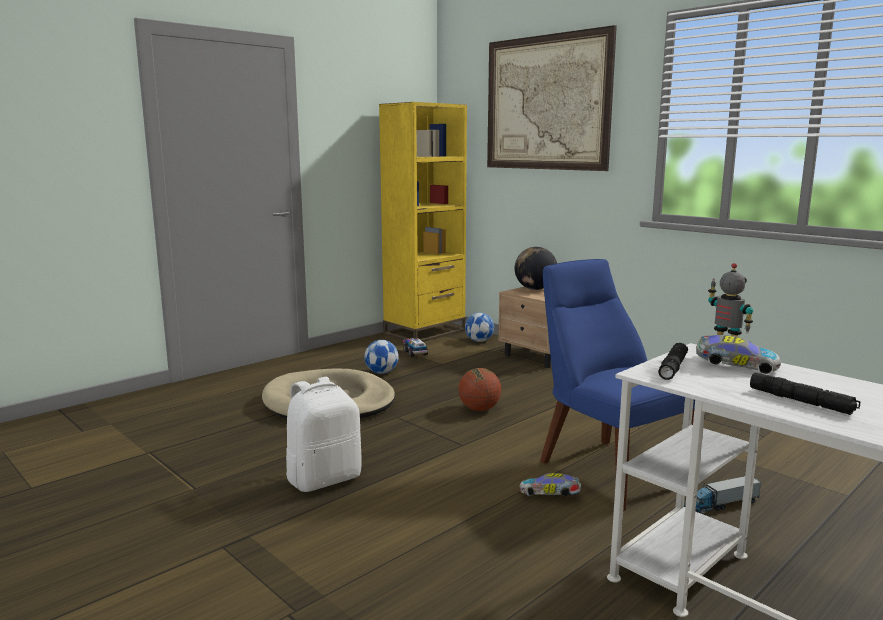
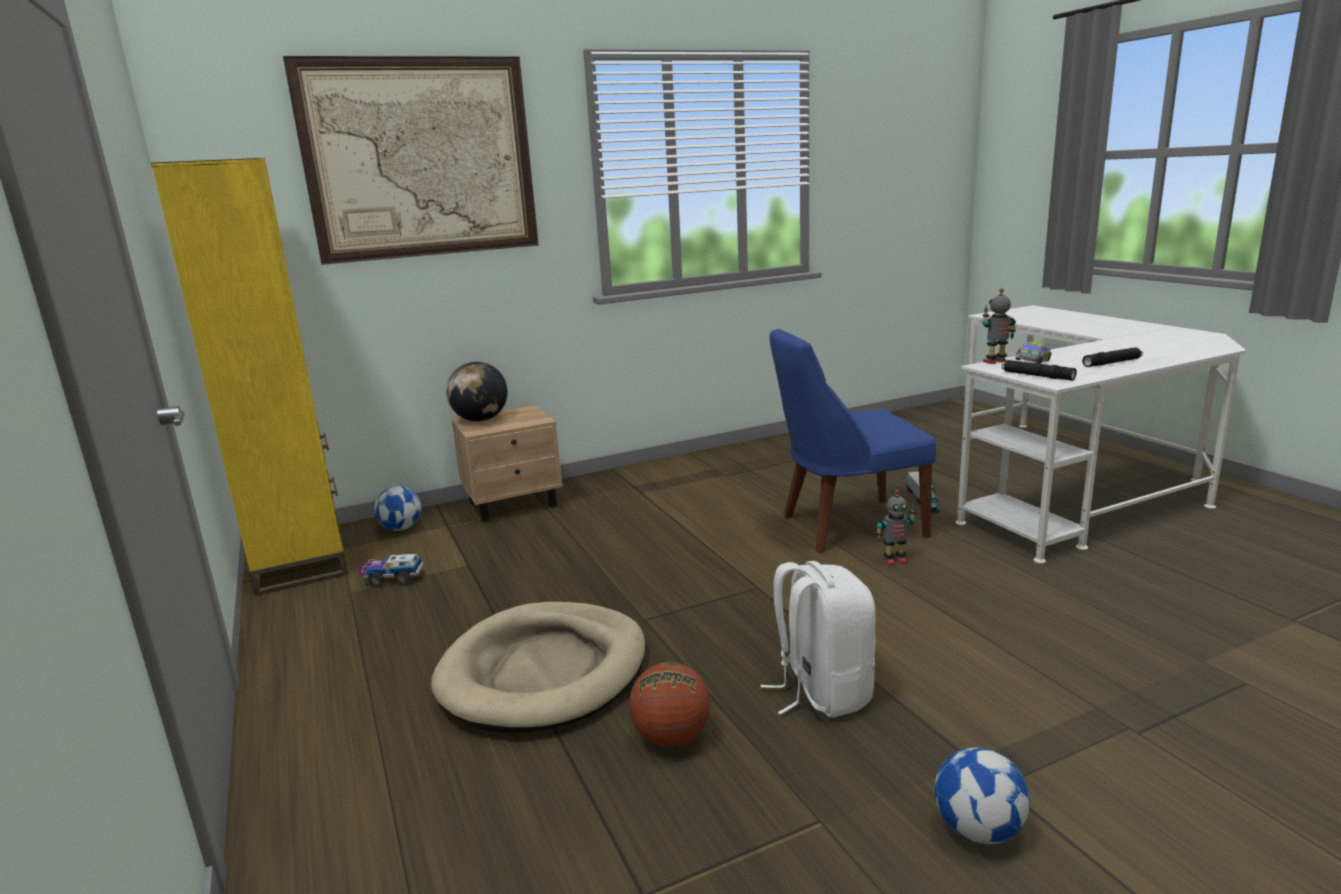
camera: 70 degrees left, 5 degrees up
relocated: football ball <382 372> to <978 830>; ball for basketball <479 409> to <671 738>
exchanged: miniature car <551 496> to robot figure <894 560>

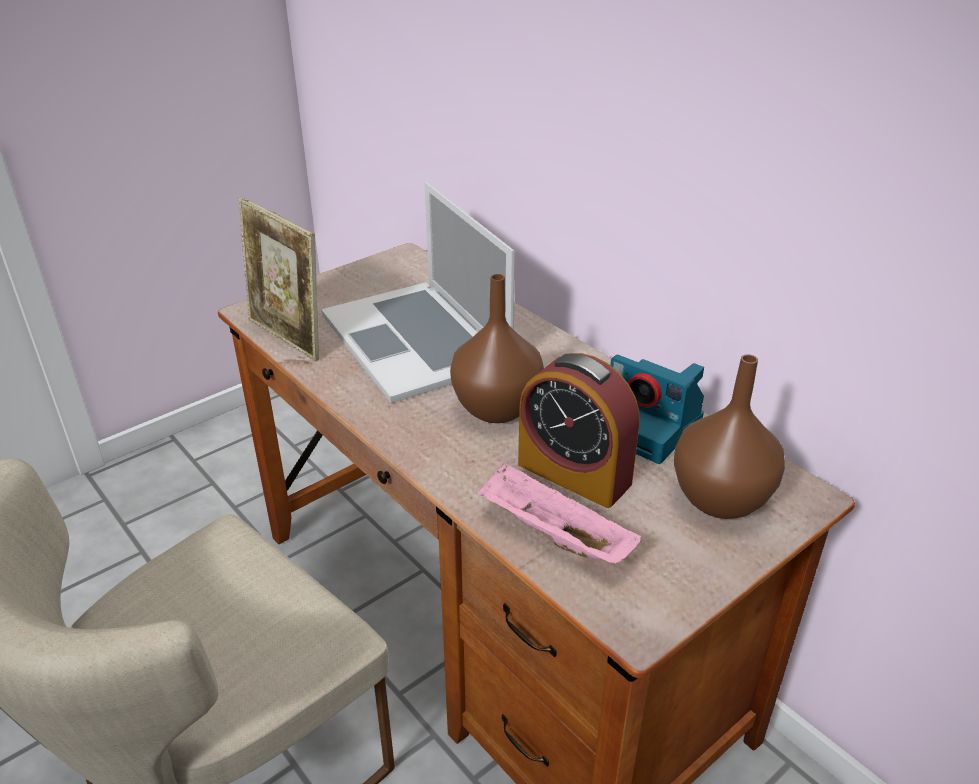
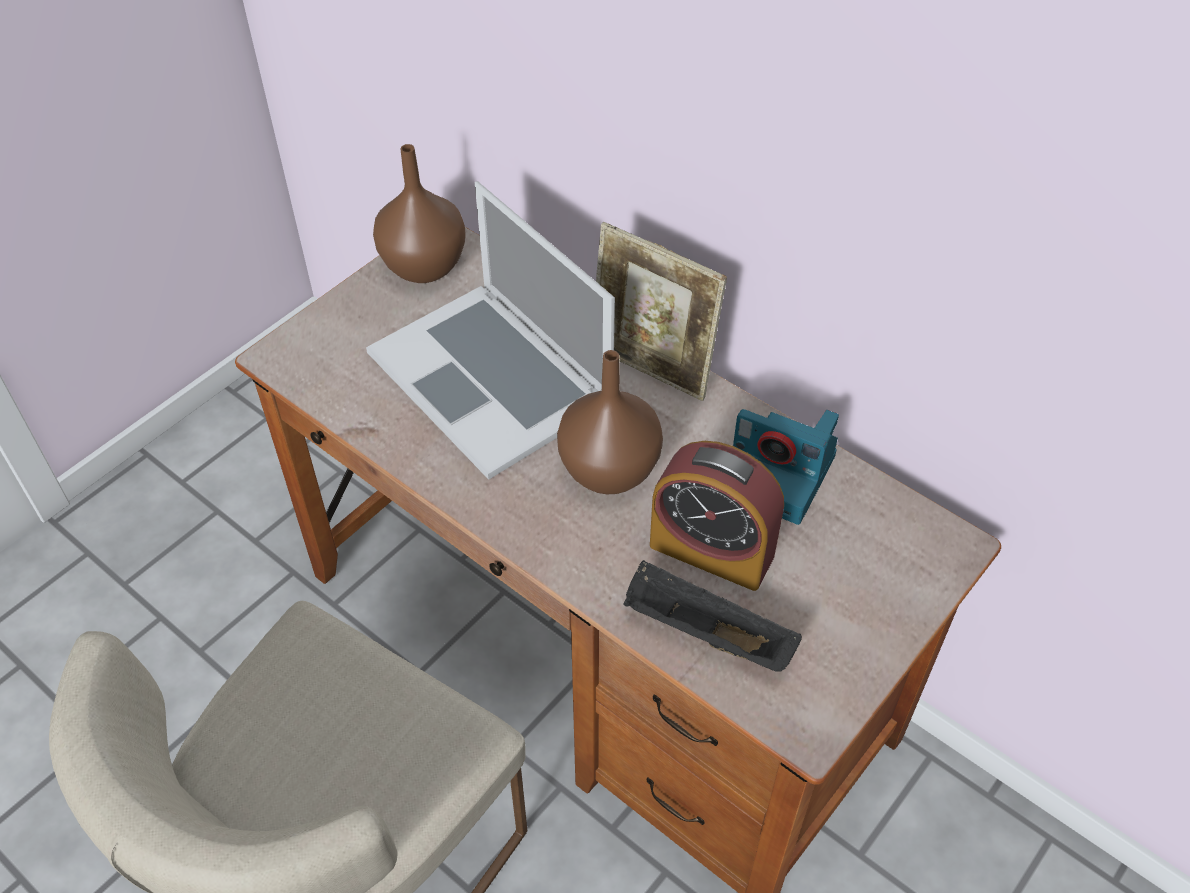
camera: 10 degrees left, 15 degrees up
relocated: photo frame <288 338> to <651 370>; brown-coloured decorative vase <719 501> to <423 268>
colour: pink-coloured serving tray <552 535> to blackish serving tray <704 634>

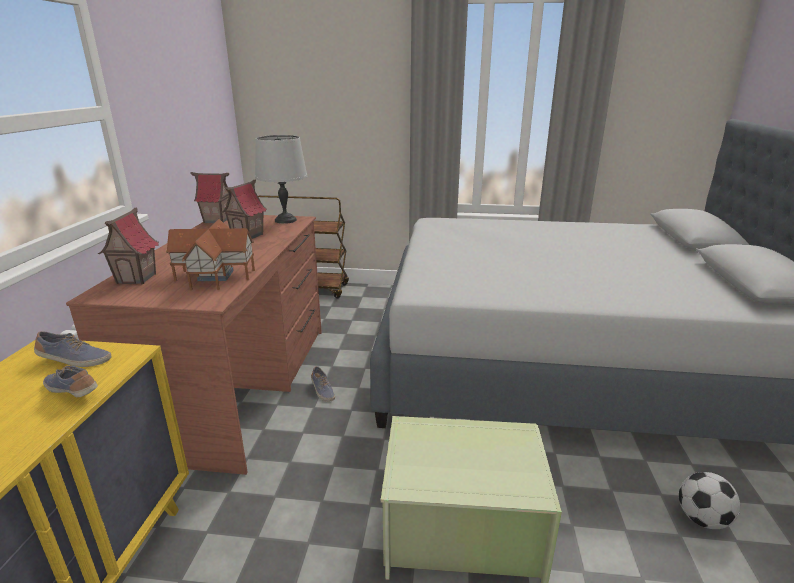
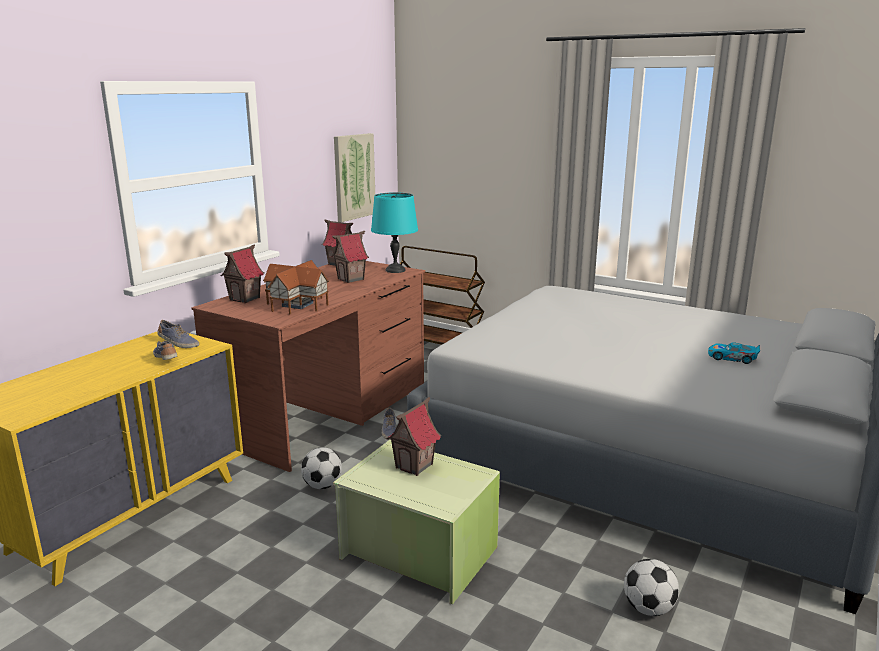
camera: 25 degrees right, 5 degrees down
appeared: wall picture <353 176>; miniature car <732 358>; model house <414 466>; football ball <322 485>
colour: grey table lamp <286 220> to turquoise-coloured table lamp <396 270>

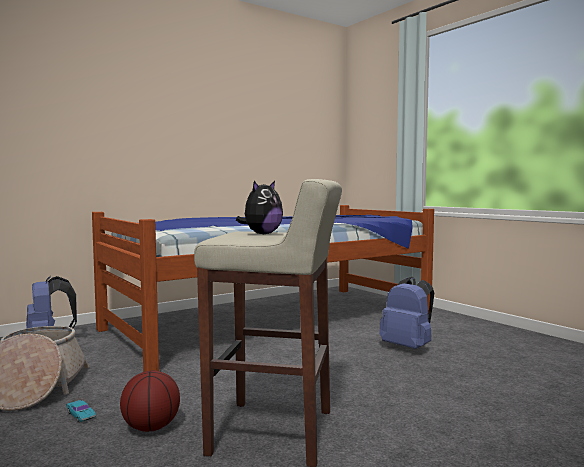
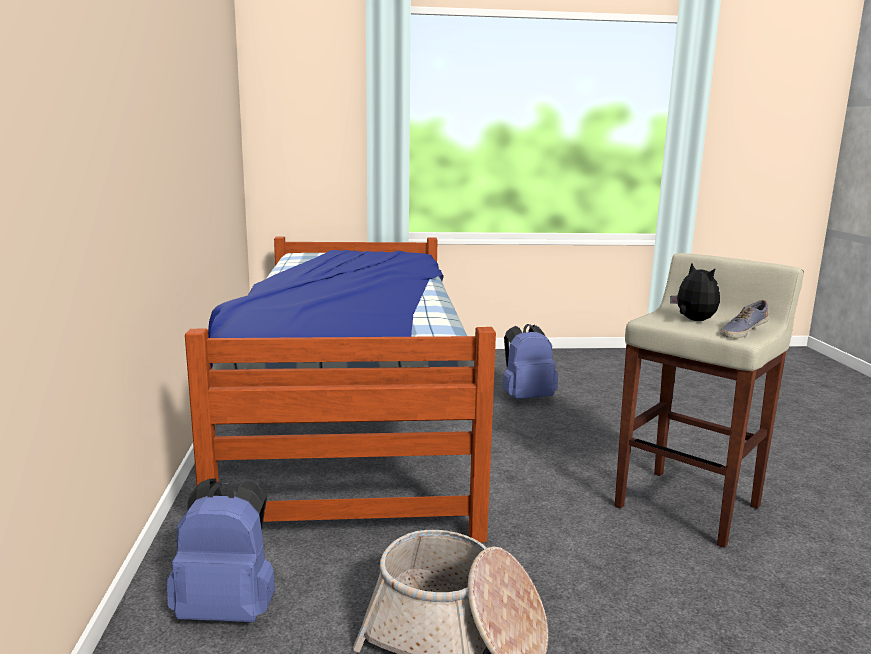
camera: 60 degrees left, 10 degrees up
missing: ball for basketball <151 427>; turquoise-coloured miniature car <81 415>
appeared: item of footwear <742 332>

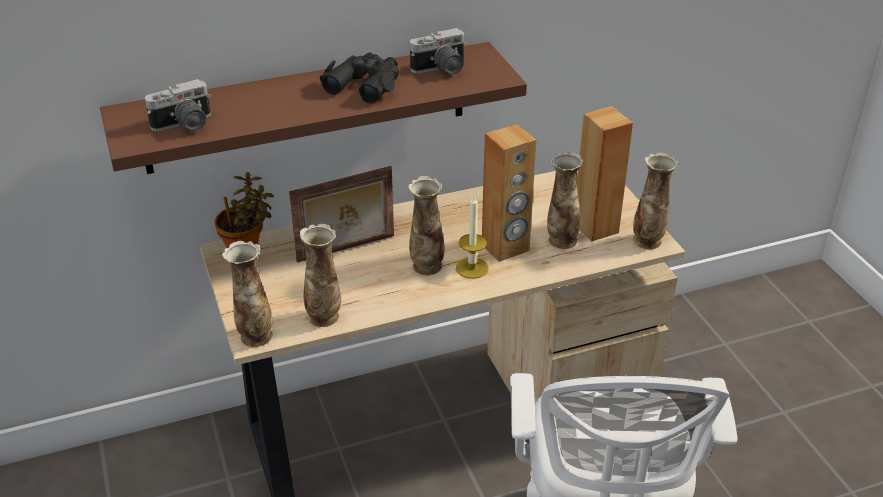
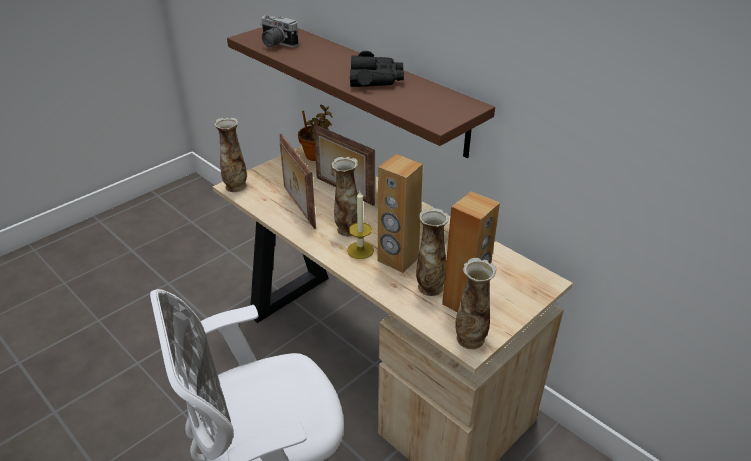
camera: 65 degrees right, 0 degrees up
missing: still camera <441 70>; decorative vase <324 317>
appeared: photo frame <298 207>

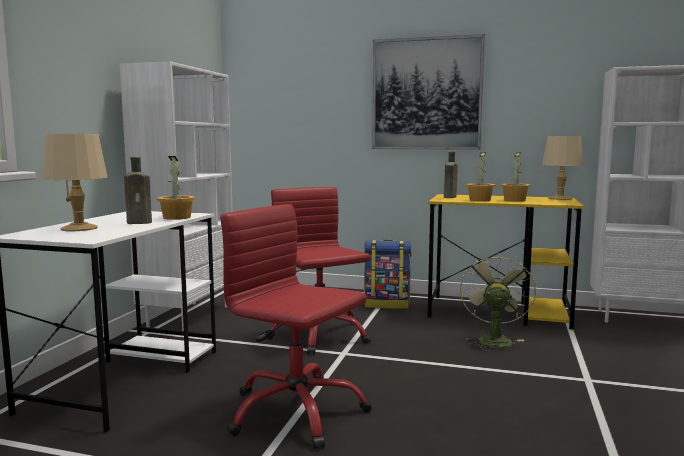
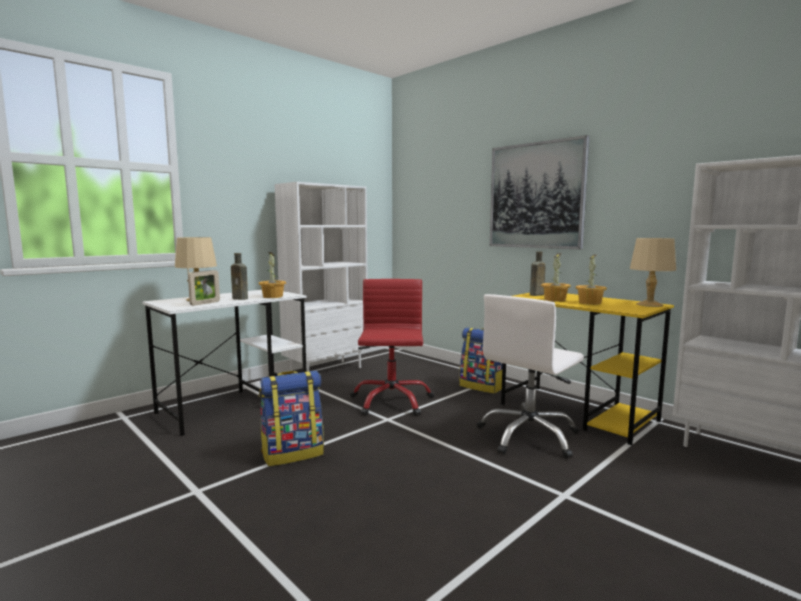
camera: 30 degrees right, 0 degrees up
appeared: photo frame <205 303>
exchanged: red-coloured desk chair <295 412> to knapsack <293 453>; greenish electric fan <493 340> to white desk chair <529 436>

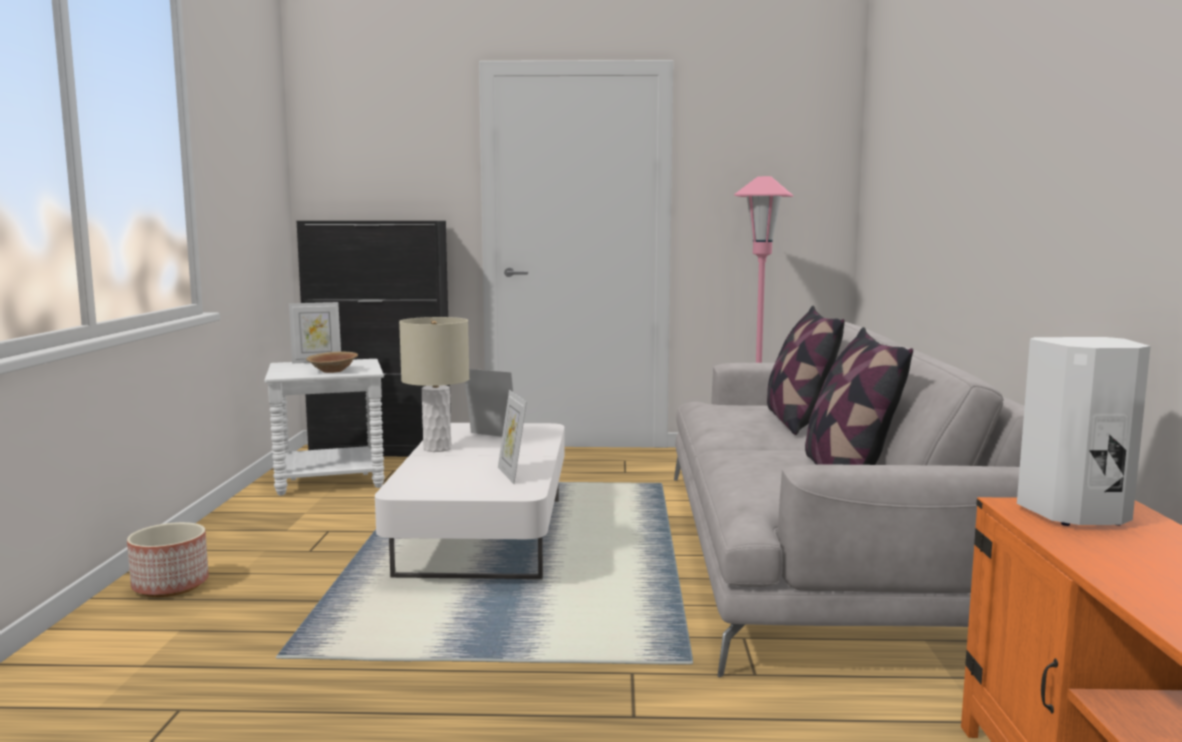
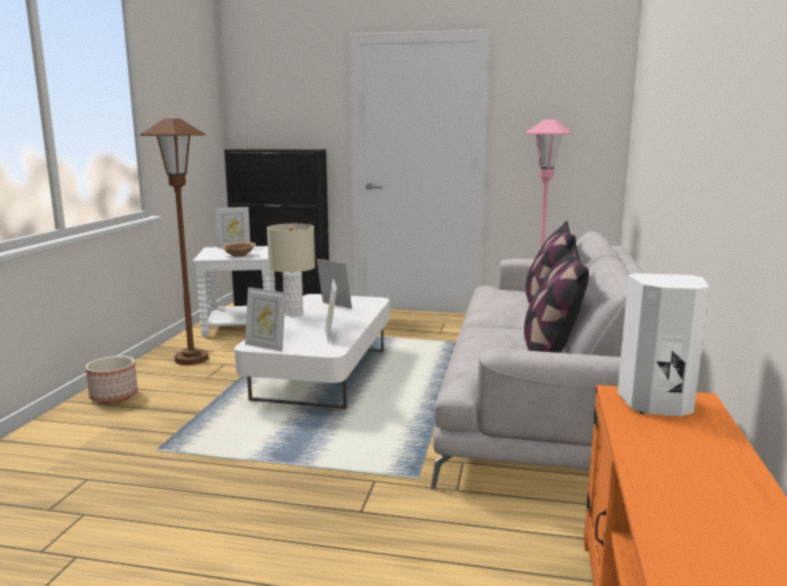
camera: 10 degrees right, 5 degrees up
appeared: brown-coloured standard lamp <191 359>; photo frame <266 346>

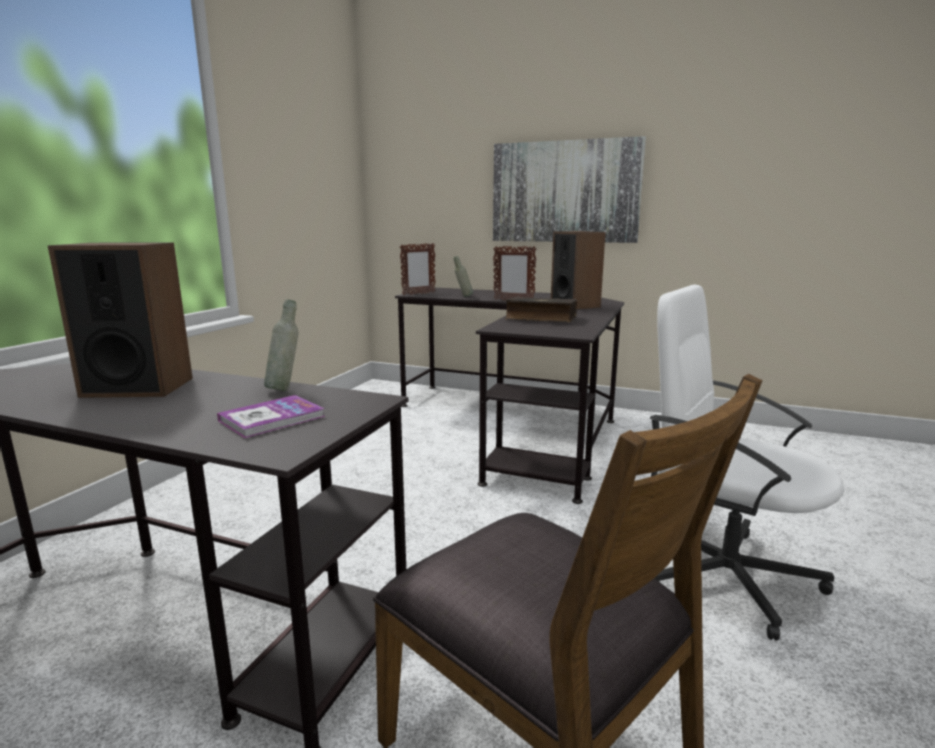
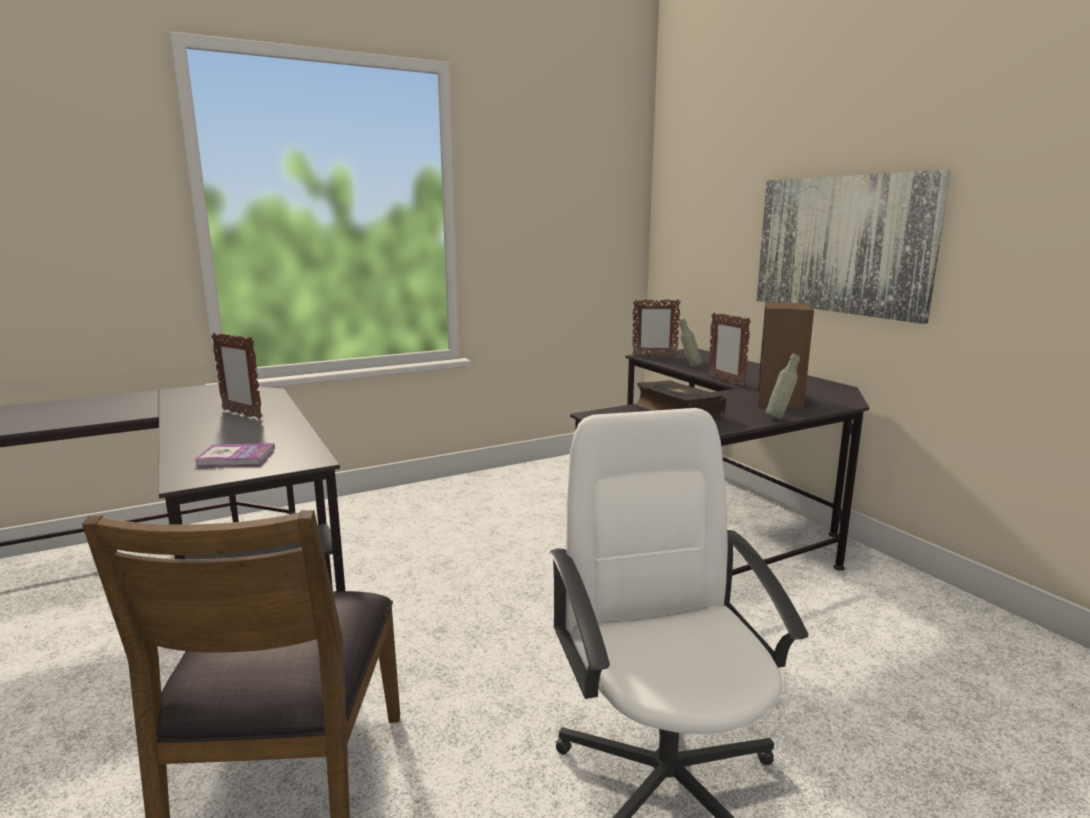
camera: 40 degrees right, 0 degrees up
relocated: grey drink bottle <285 389> to <780 418>
exchanged: loudspeaker <138 387> to photo frame <242 414>

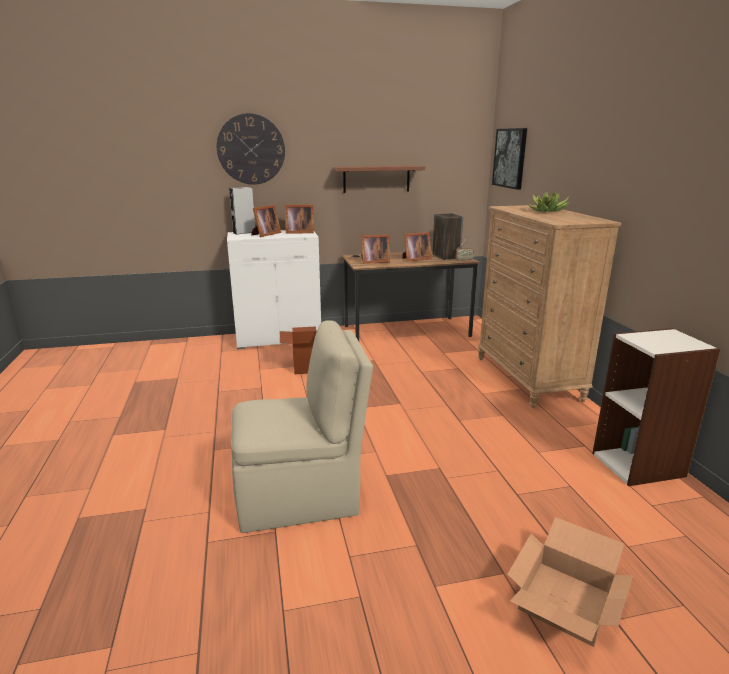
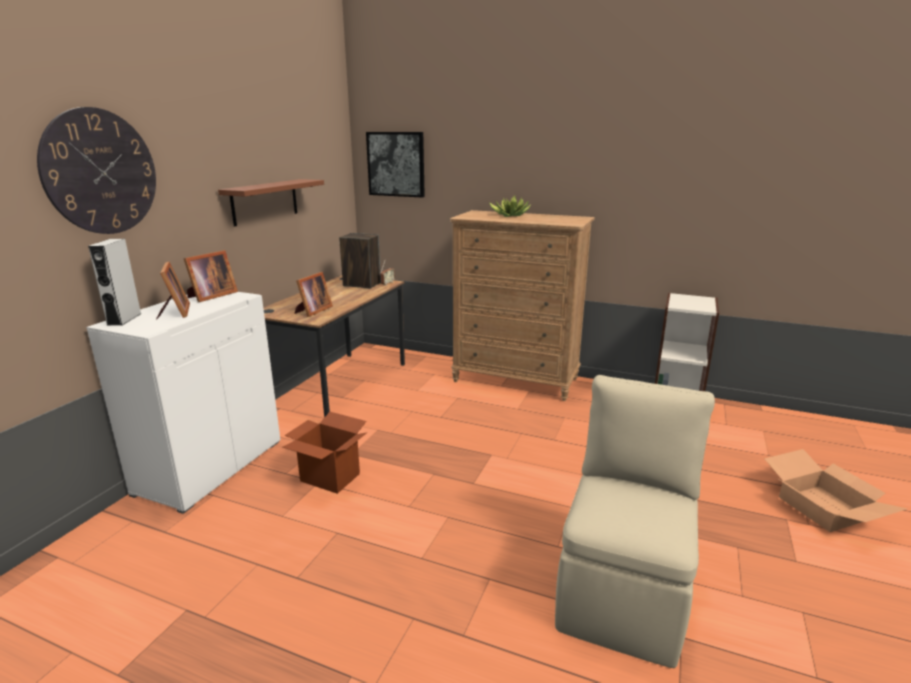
camera: 55 degrees left, 0 degrees up
missing: photo frame <415 259>

